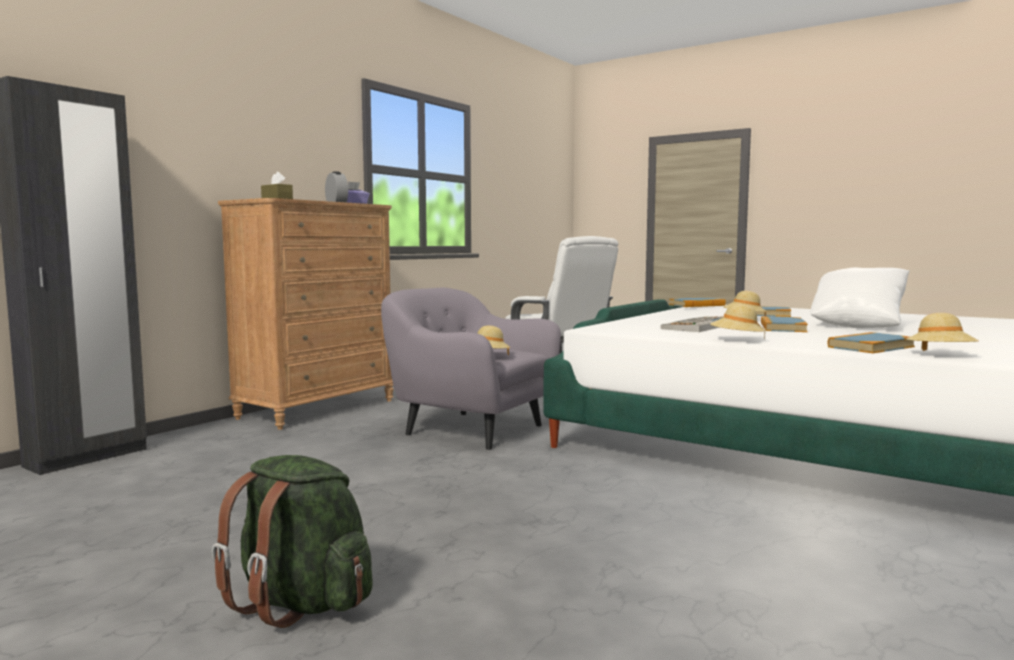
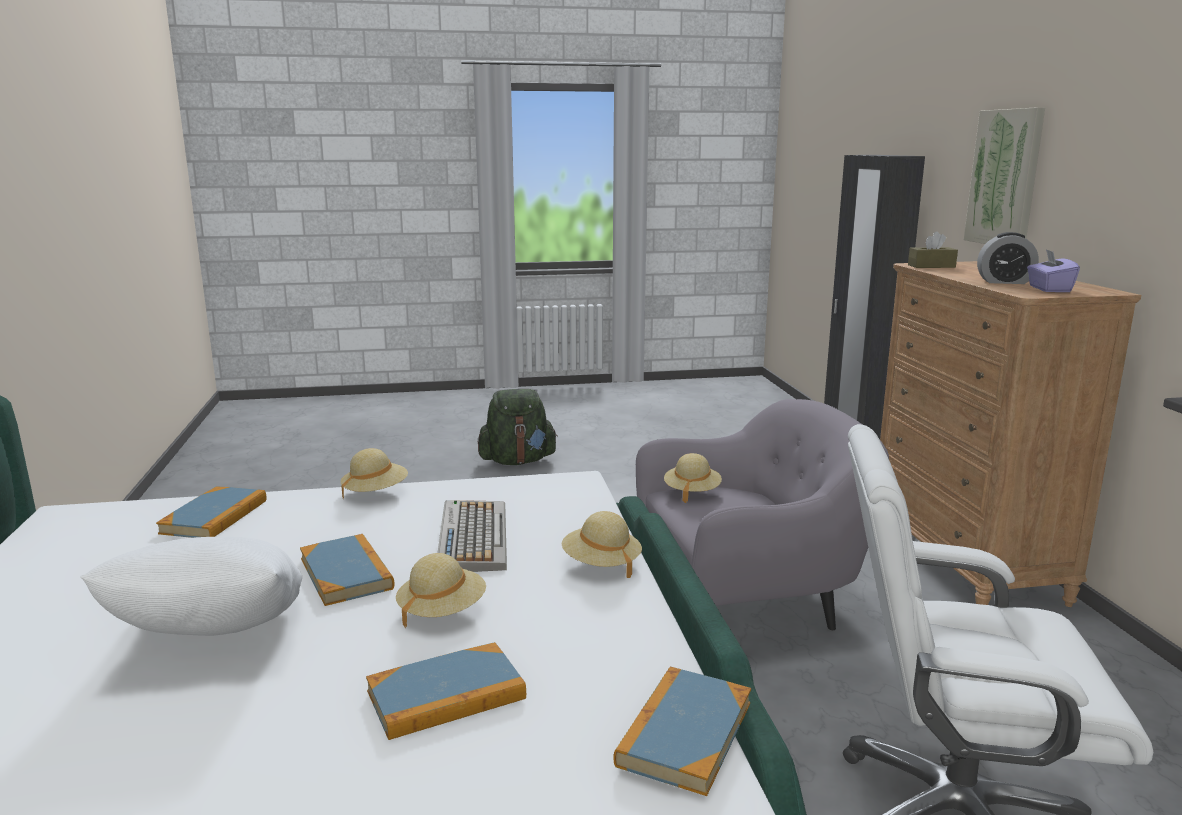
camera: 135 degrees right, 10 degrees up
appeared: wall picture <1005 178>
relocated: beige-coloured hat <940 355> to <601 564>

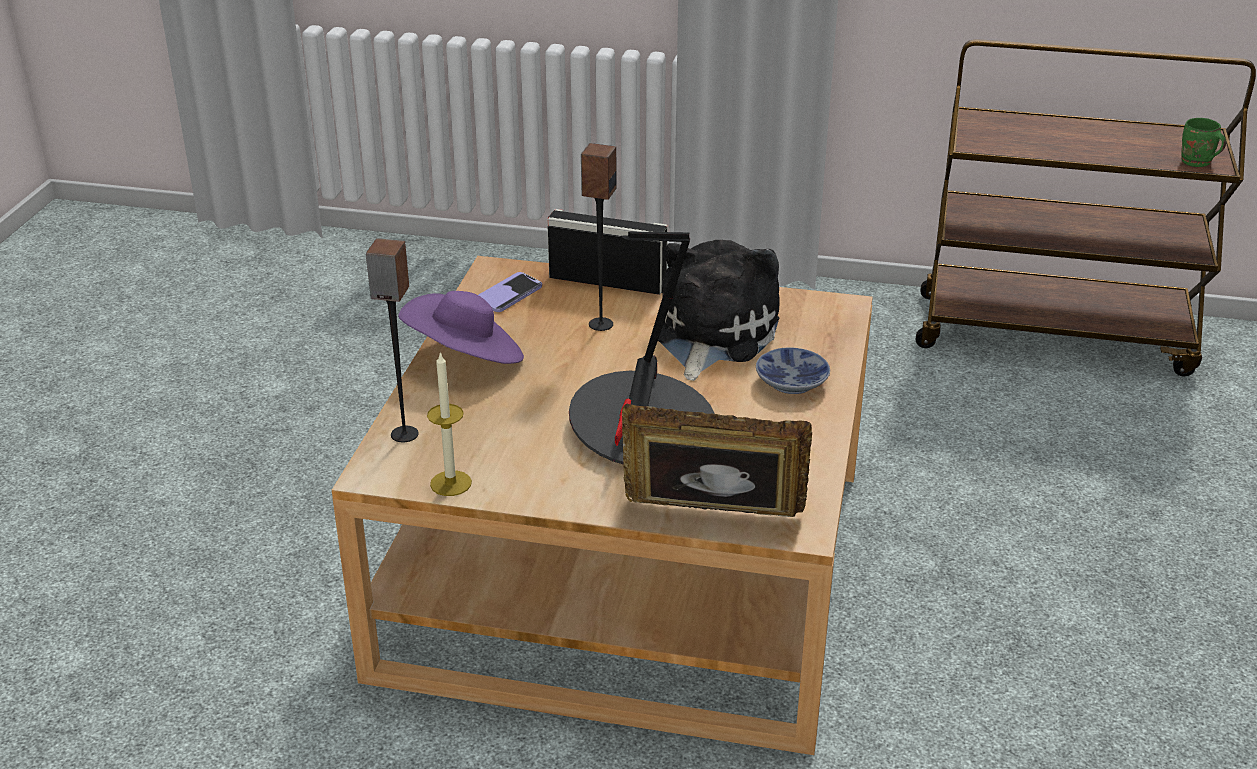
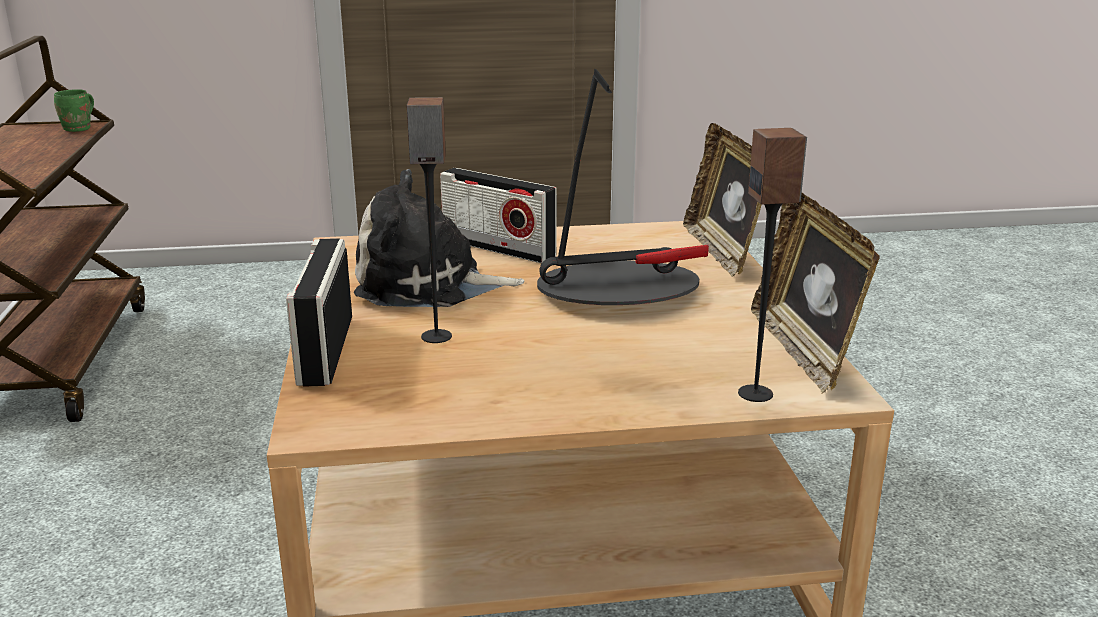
camera: 110 degrees left, 10 degrees down
missing: phone <509 294>; purple-coloured hat <466 358>
exchanged: serving bowl <791 384> to radio set <498 248>; wax light <451 483> to photo frame <804 351>

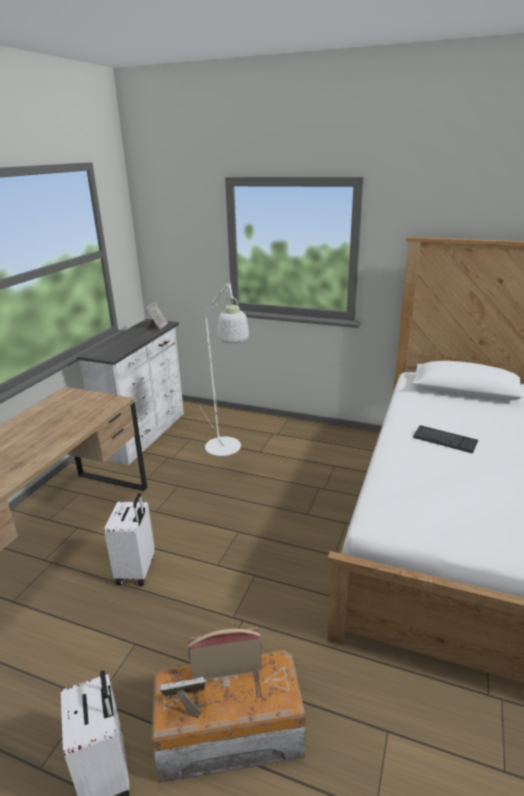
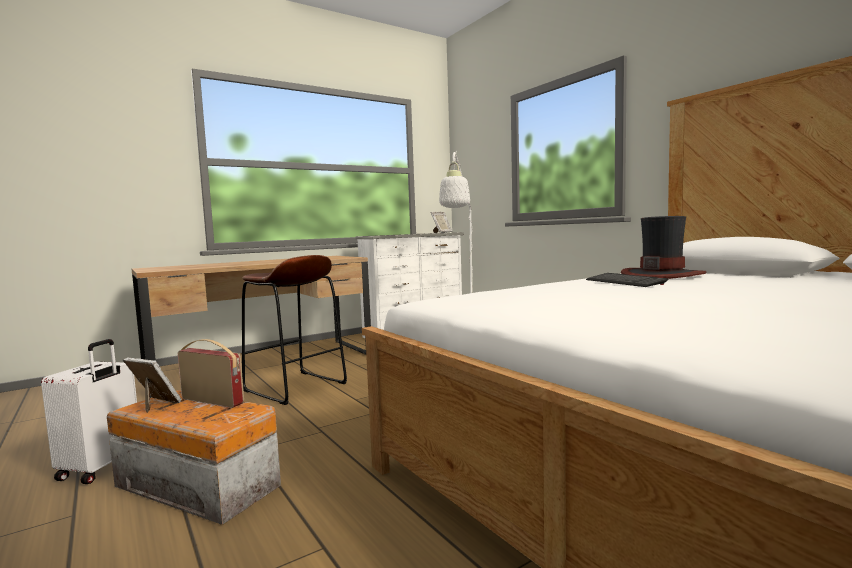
camera: 35 degrees right, 20 degrees down
appeared: hat <662 275>
exchanged: white suitcase <137 570> to brown-coloured stool seat <295 387>

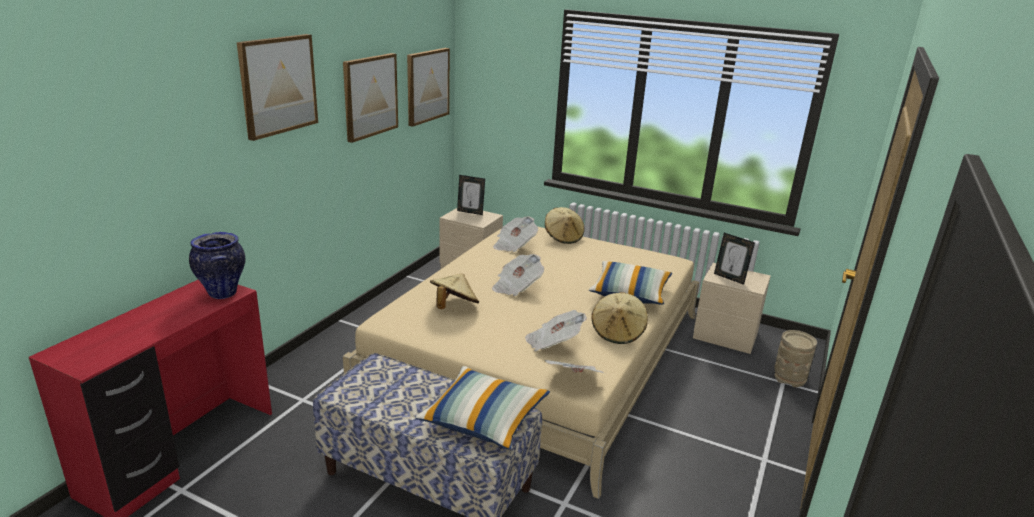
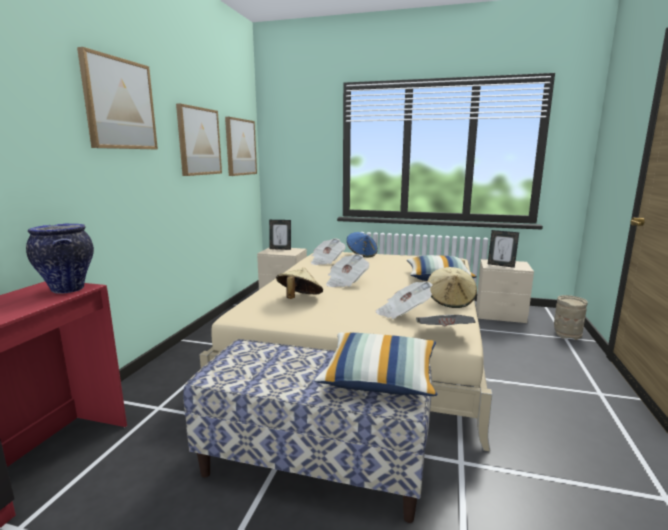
camera: 10 degrees left, 10 degrees down
colour: beige-coloured hat <563 237> to blue-coloured hat <361 254>

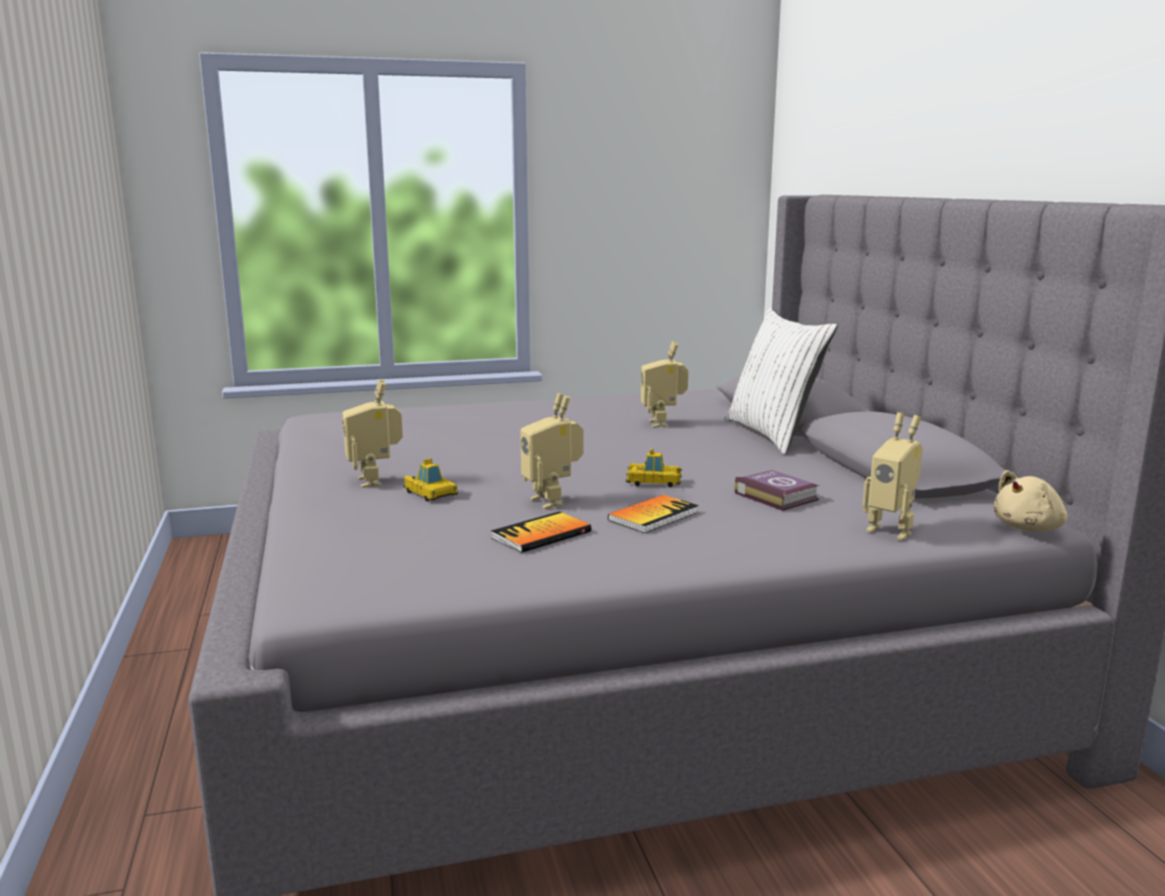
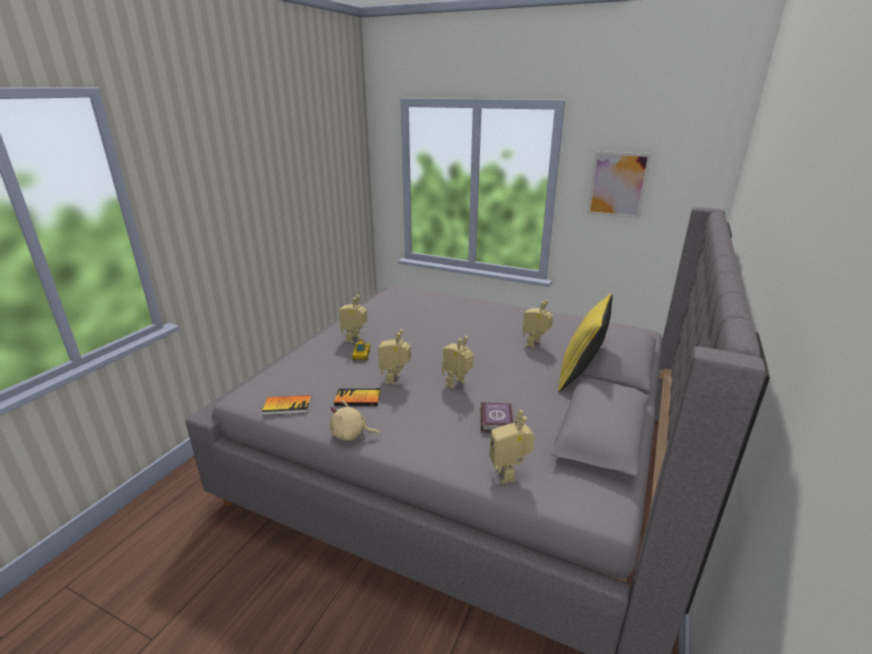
camera: 40 degrees right, 10 degrees up
appeared: wall picture <617 185>
relocated: beige-coloured soft toy <1030 528> to <351 435>; bound book <653 516> to <287 406>
exchanged: miniature car <654 482> to robot figure <457 385>
colour: white throw pillow <773 435> to yellow throw pillow <581 374>

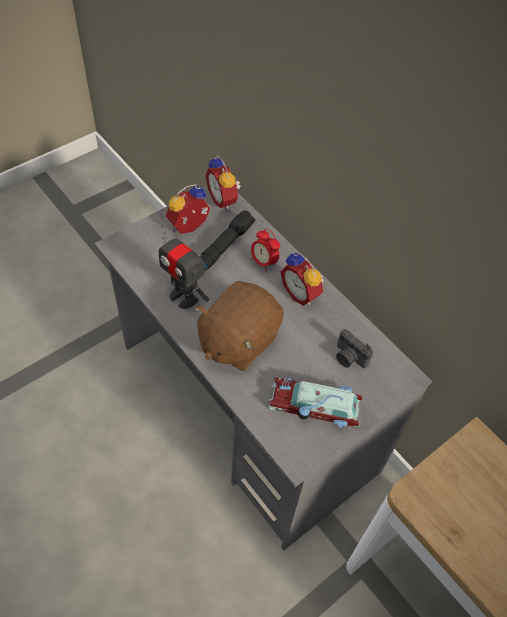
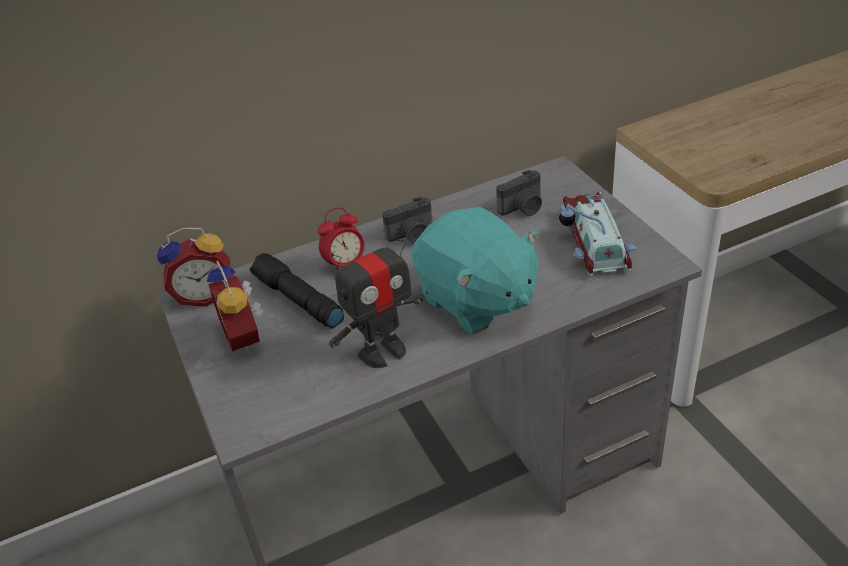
camera: 70 degrees left, 15 degrees down
exchanged: alarm clock <302 293> to still camera <412 236>
colour: brown-coloured soft toy <238 340> to turquoise-coloured soft toy <476 300>
spun: miniature car <316 407> = <592 241> 150 degrees clockwise

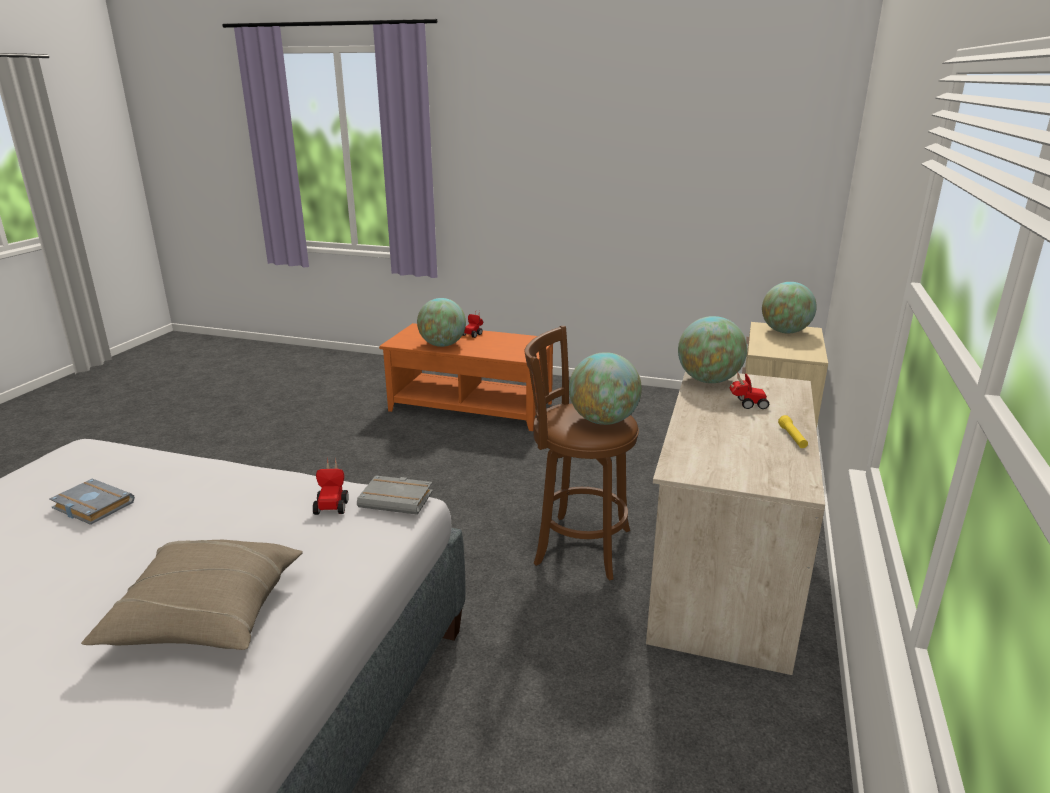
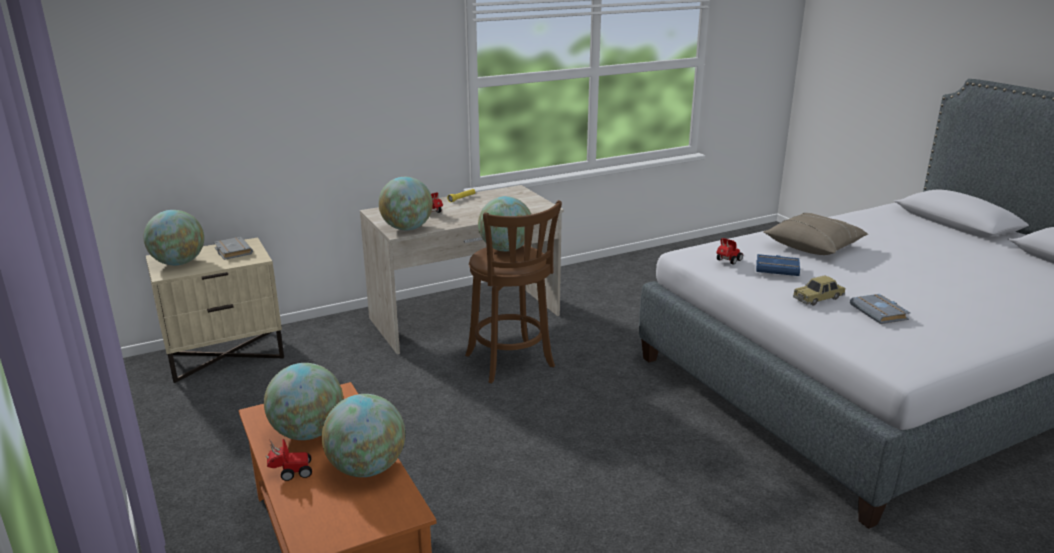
camera: 135 degrees left, 0 degrees up
appeared: blue-coloured bound book <778 268>; miniature car <818 298>; globe <308 433>
relocated: grey bound book <398 499> to <232 251>

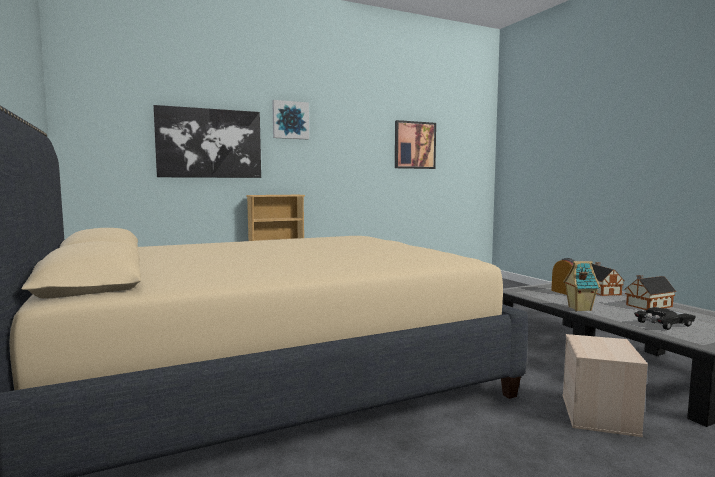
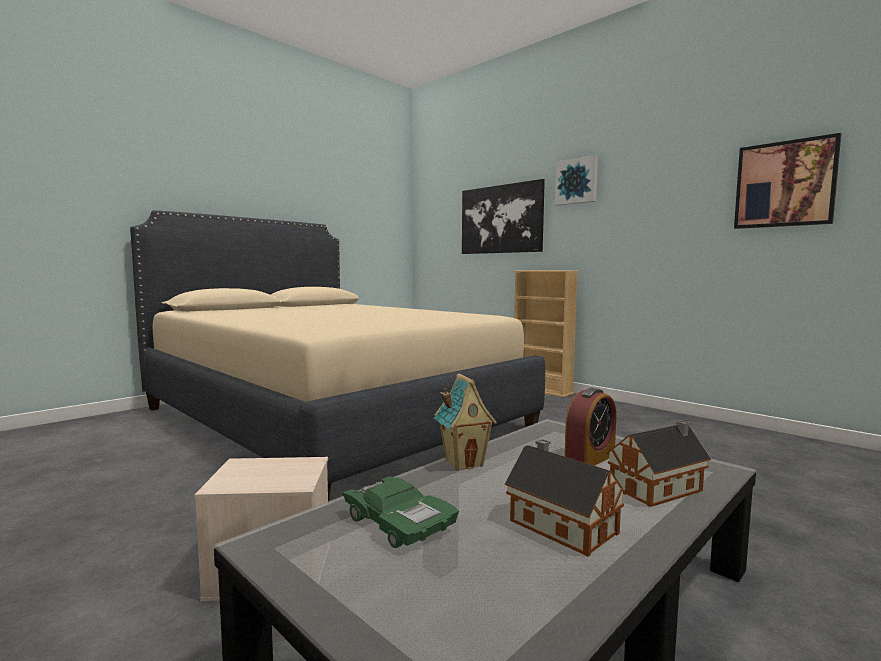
camera: 70 degrees right, 0 degrees up
colour: blackish miniature car <663 324> to greenish miniature car <398 522>

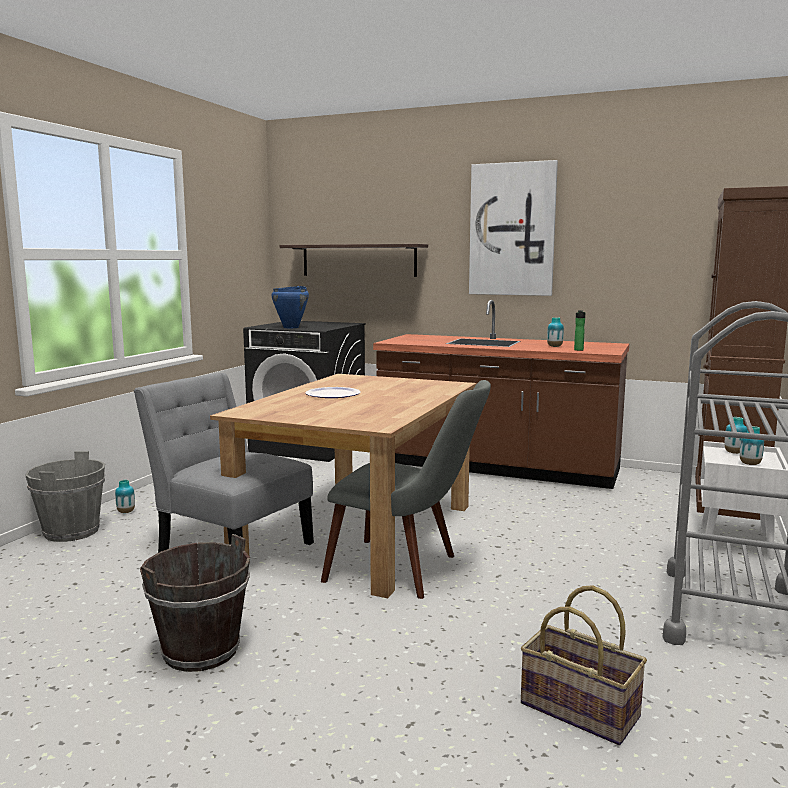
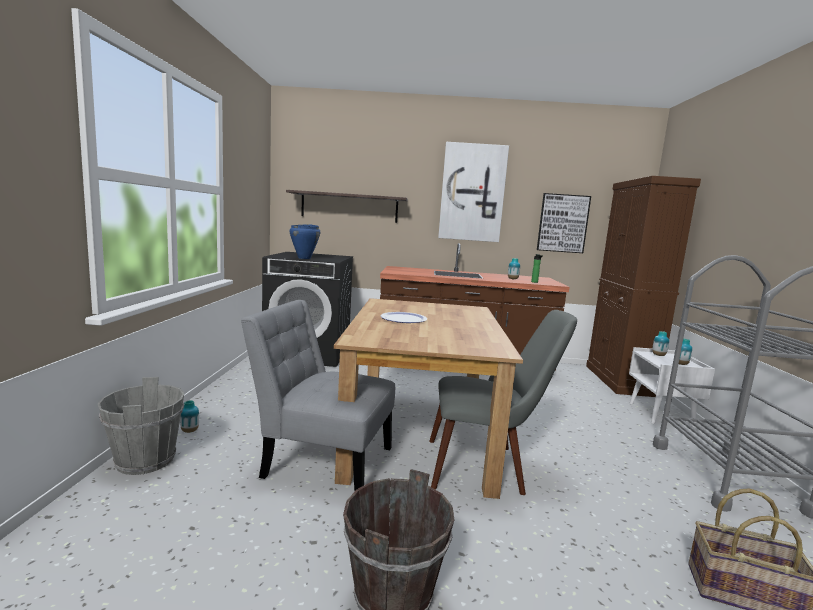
camera: 20 degrees left, 0 degrees up
appeared: wall picture <562 223>

